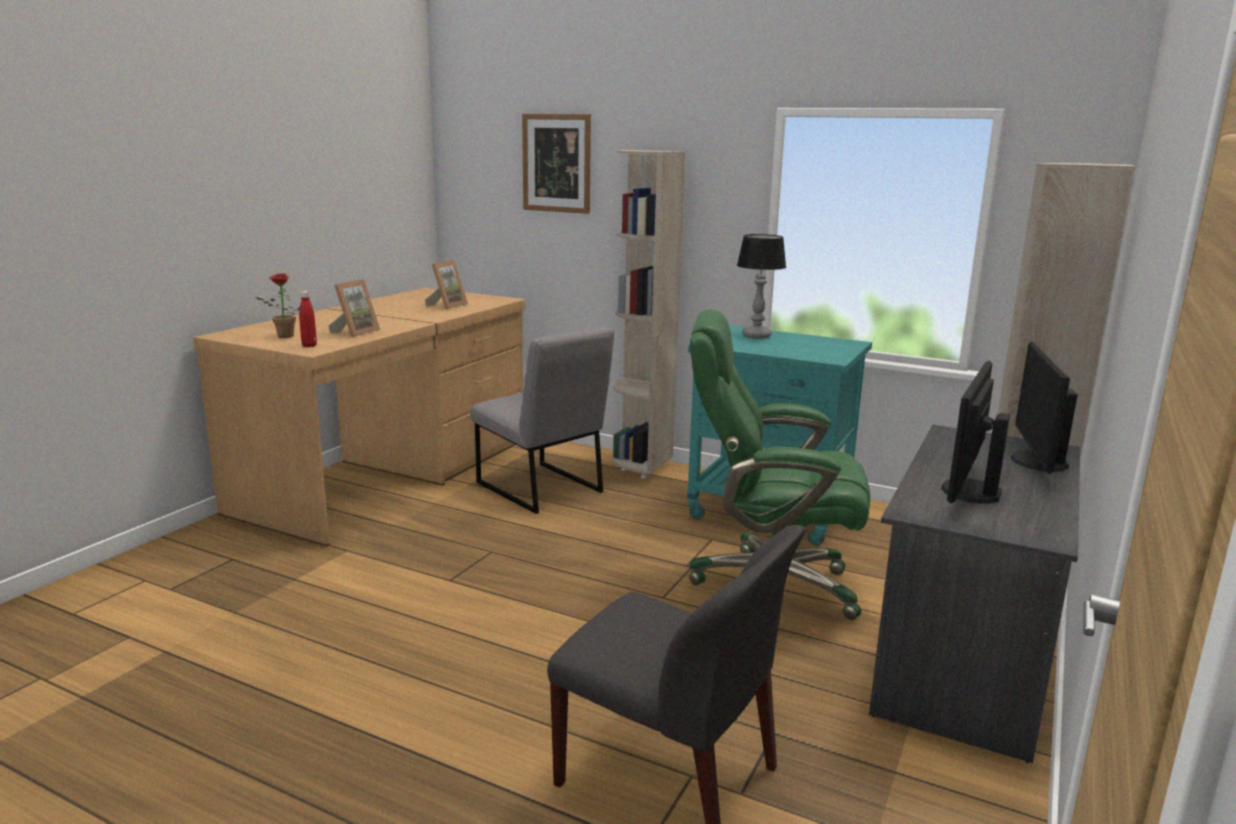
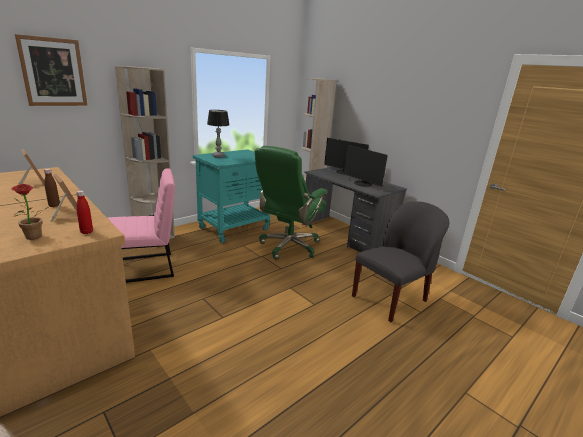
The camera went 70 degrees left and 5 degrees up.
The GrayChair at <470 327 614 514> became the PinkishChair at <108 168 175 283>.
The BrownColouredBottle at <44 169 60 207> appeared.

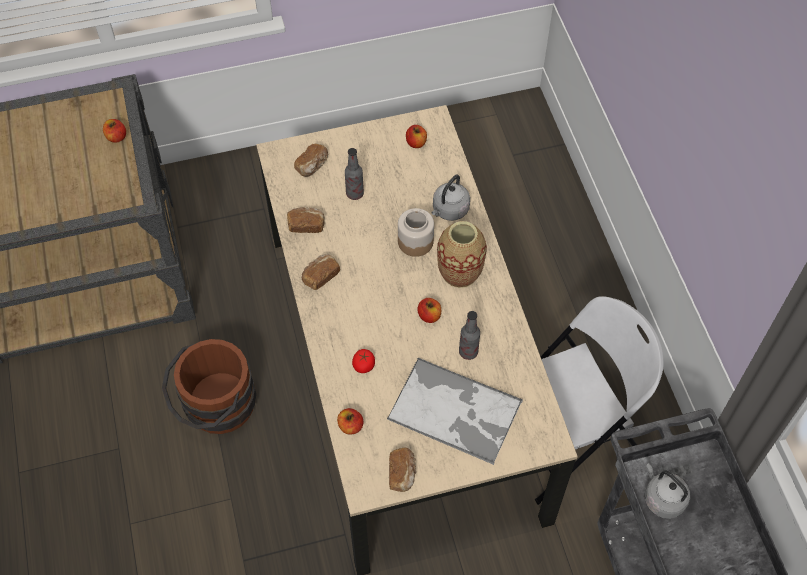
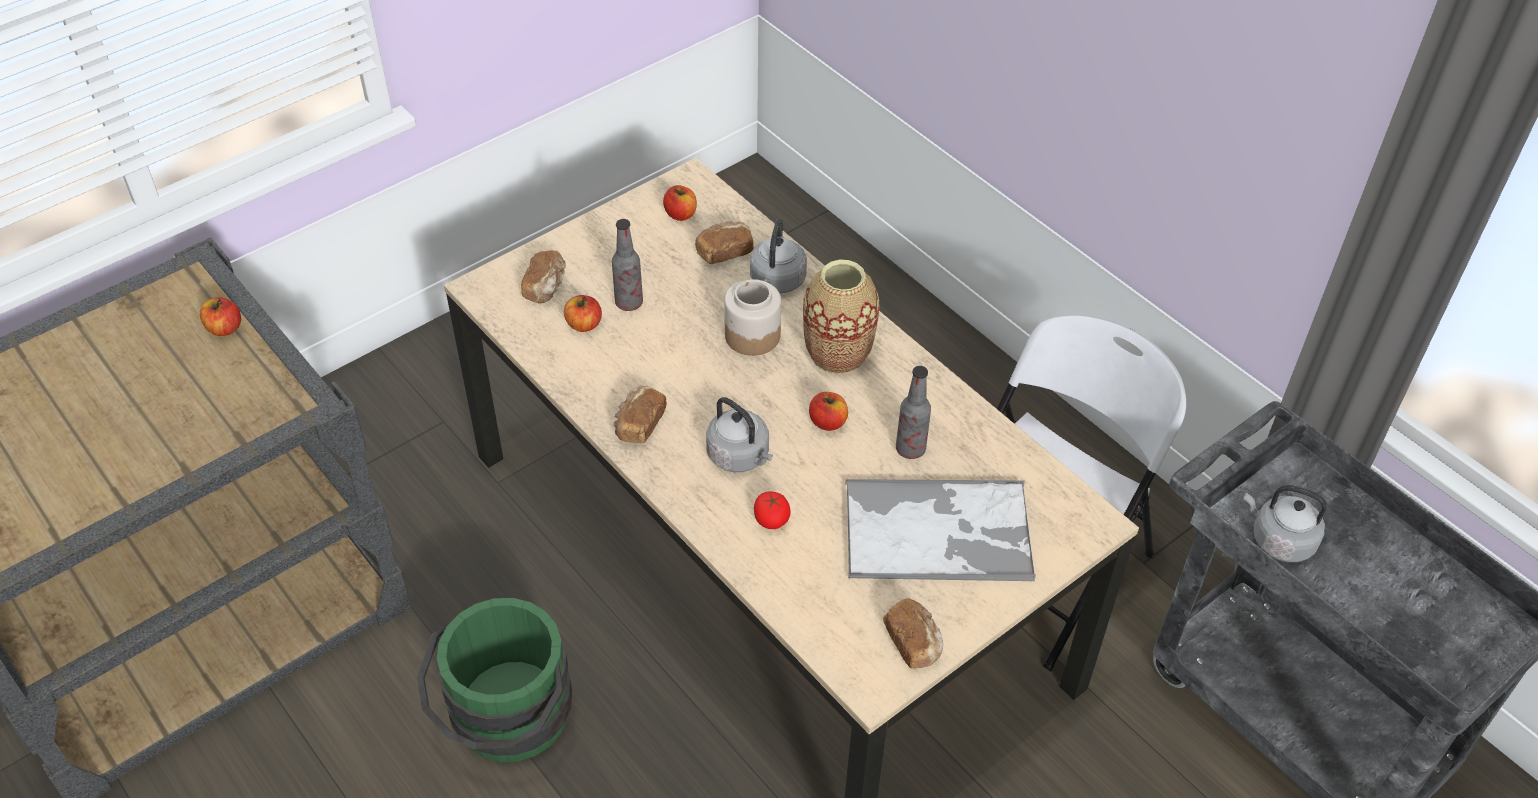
The camera went 25 degrees left and 10 degrees down.
The BrownColouredBucket at <162 339 256 434> became the GreenishBucket at <417 598 572 762>.
The Bread moved from <287 207 325 233> to <695 221 754 264>.
The AppleFruit moved from <337 408 364 435> to <564 295 602 332>.
The GrayWaterKettle at <706 397 773 472> appeared.

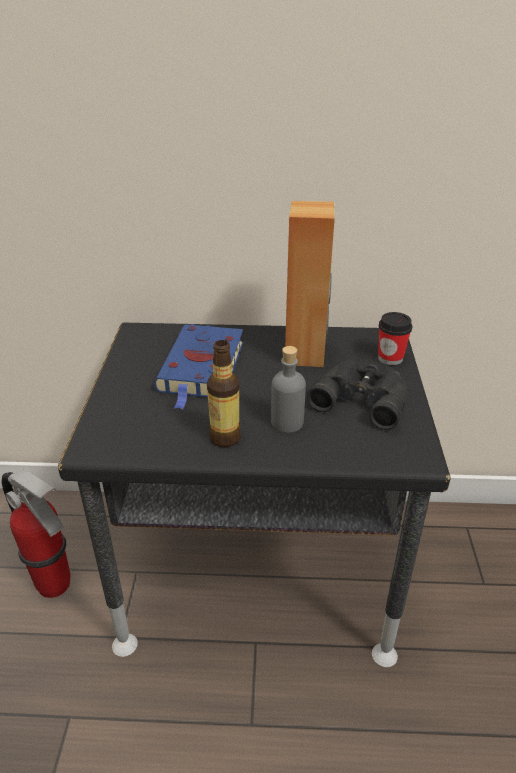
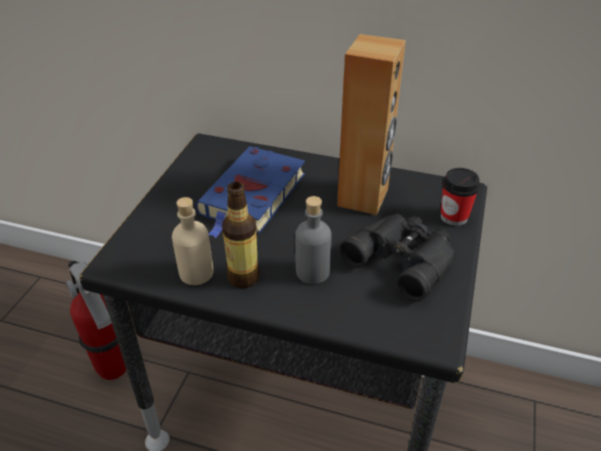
The camera went 15 degrees right and 5 degrees up.
The BeigeColouredBottle at <172 197 214 285> appeared.

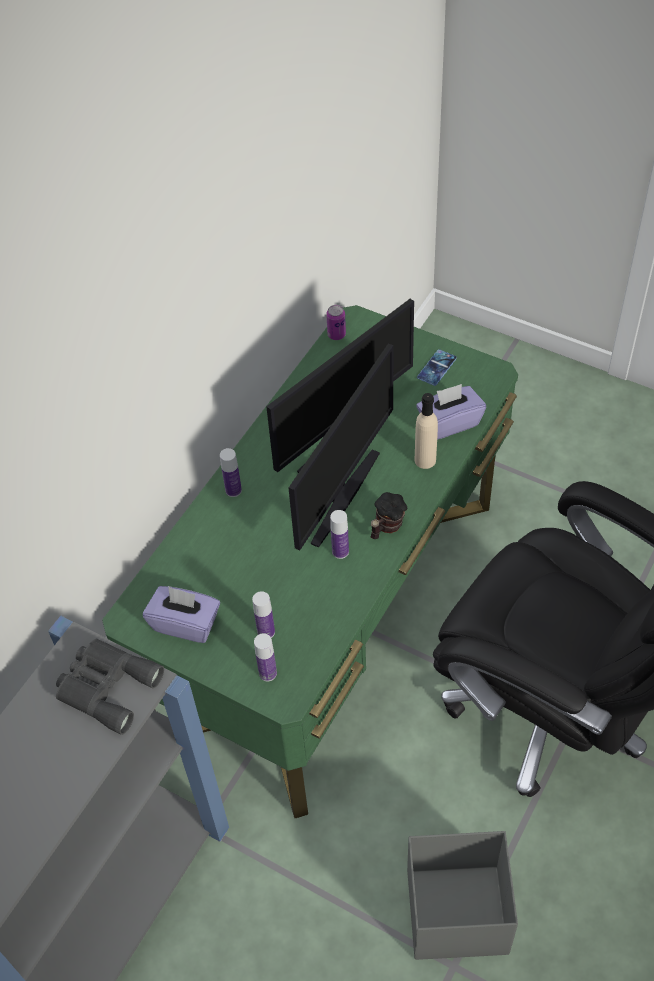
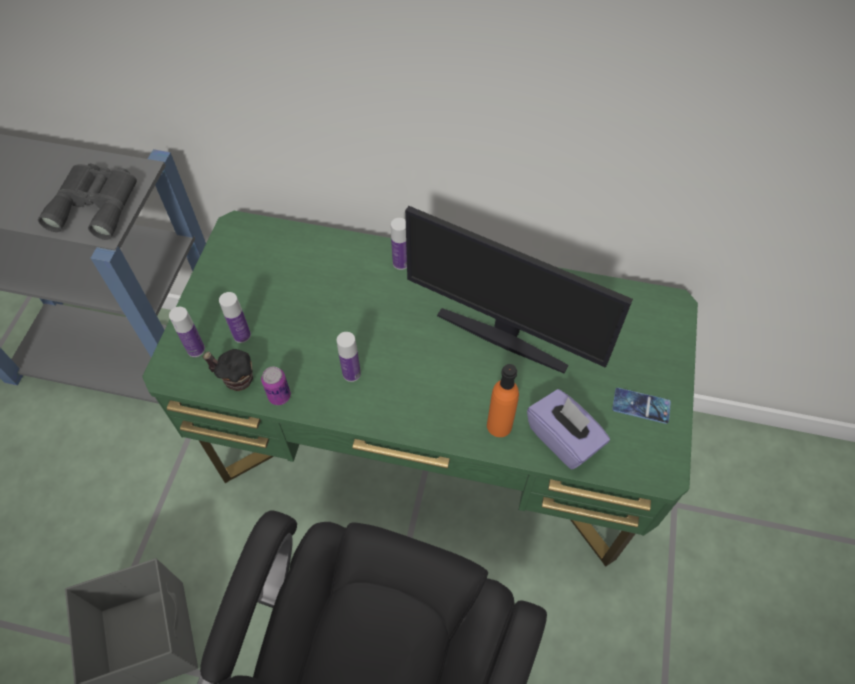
The camera went 70 degrees right and 5 degrees up.
The PurpleTissueHolder at <143 586 220 643> disappeared.
The ComputerDisplay at <289 344 393 551> disappeared.
The SealedCan moved from <326 305 346 340> to <261 367 291 405>.
The TeaMug moved from <371 492 407 539> to <203 349 253 391>.
The BeigeColouredBottle at <415 393 438 469> became the OrangeBottle at <487 364 519 437>.

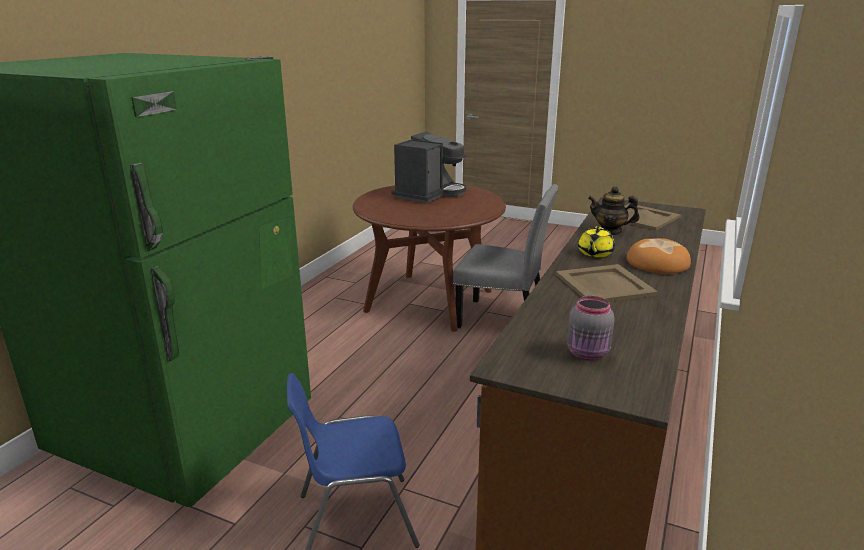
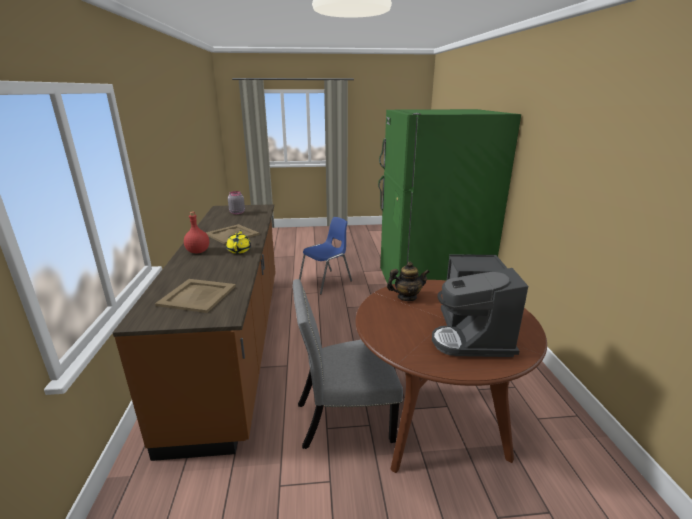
The camera went 150 degrees right and 0 degrees up.
The TeaPot moved from <588 186 639 235> to <387 261 429 301>.
The Bread at <627 238 691 274> was replaced by the RedColouredBottle at <184 212 209 253>.

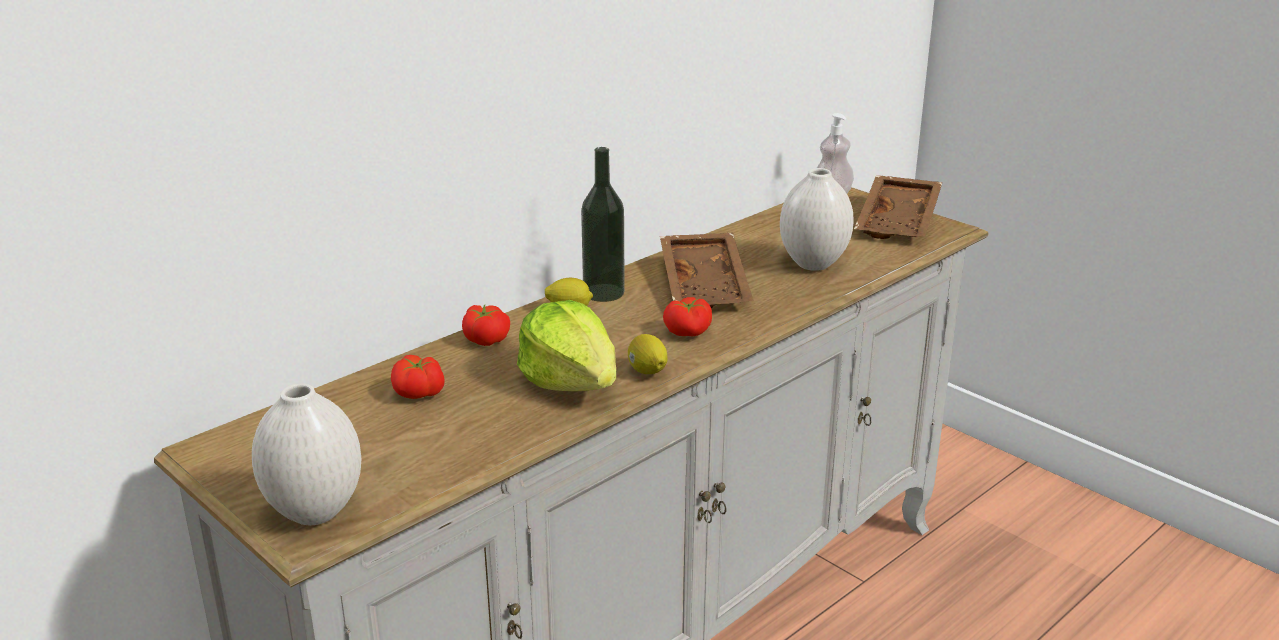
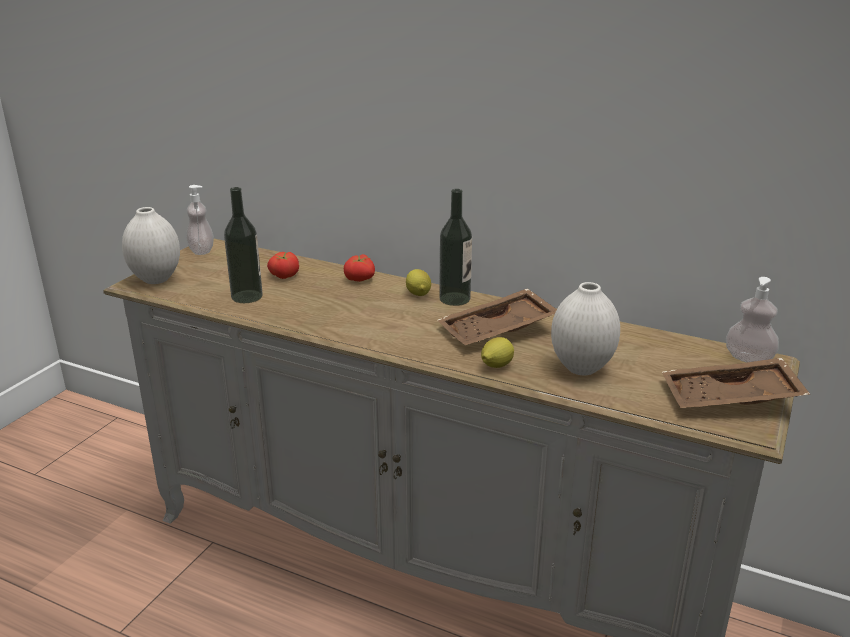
The camera went 70 degrees right and 0 degrees up.
The HeadOfLettuce at <517 300 616 391> disappeared.
The CitrusFruit moved from <628 334 667 374> to <481 337 514 368>.
The Tomato at <663 297 712 337> disappeared.
The LiquidSoapBottle at <186 185 214 255> appeared.
The Bottle at <224 187 263 303> appeared.

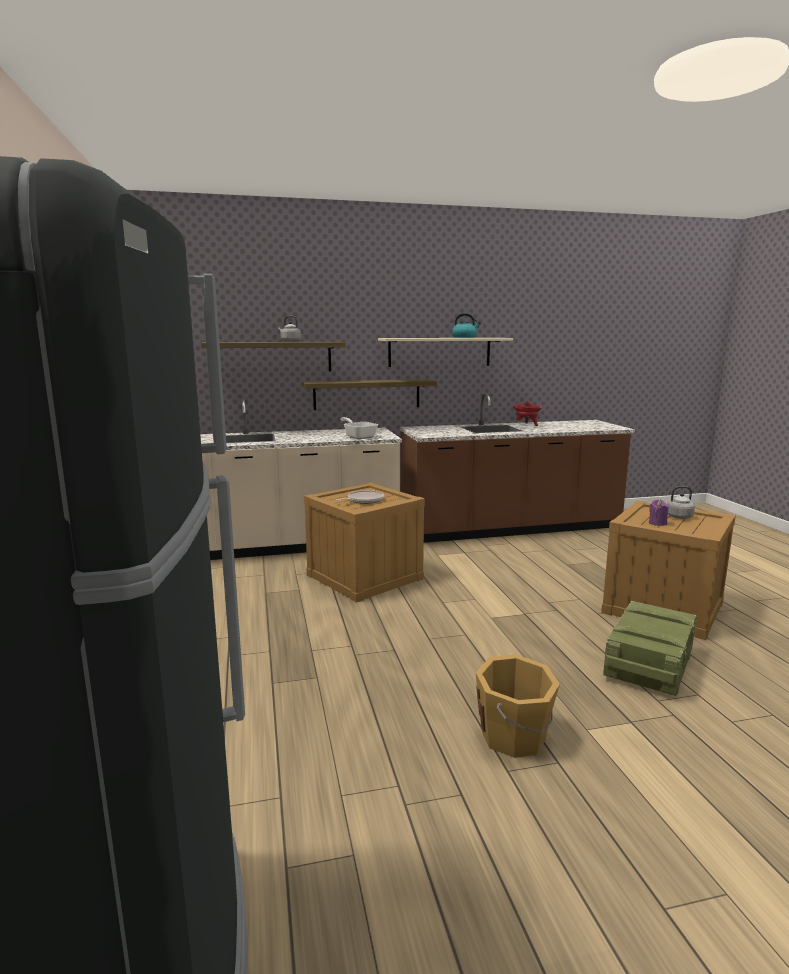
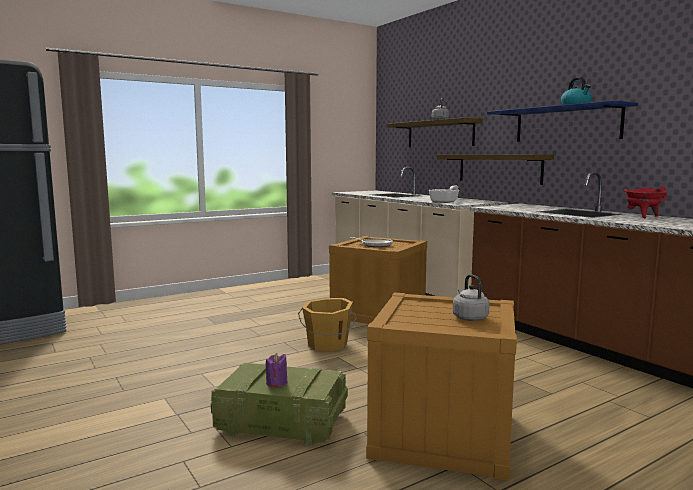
The camera went 70 degrees right and 5 degrees down.
The BeigeColouredShelf at <378 338 513 367> became the BlueColouredShelf at <487 100 638 142>.
The OrangeBucket moved from <476 654 560 758> to <298 298 357 351>.
The PurpleCandle moved from <649 500 669 526> to <265 353 288 387>.

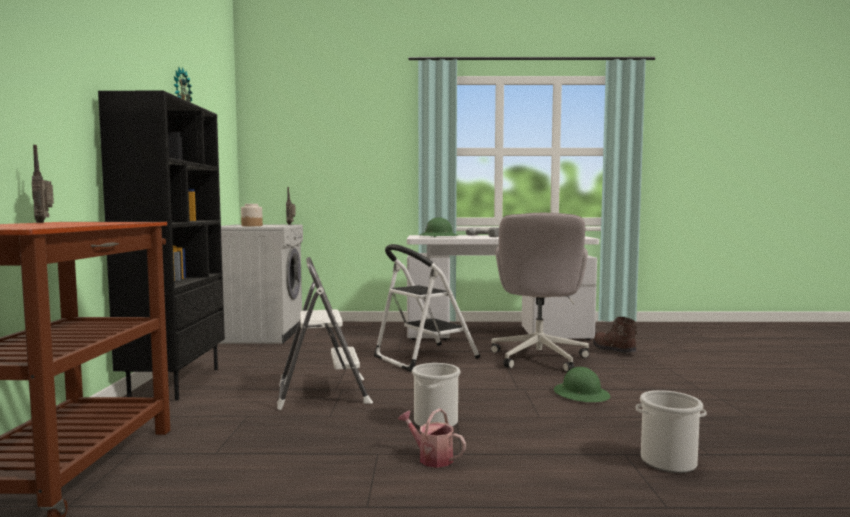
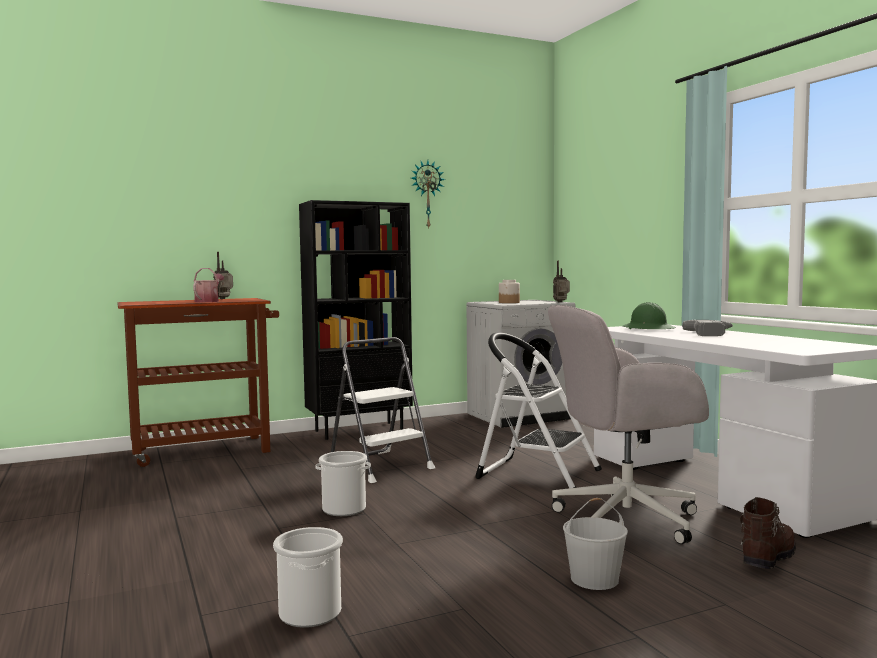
The camera went 65 degrees right and 0 degrees up.
The WateringCan moved from <398 408 466 468> to <193 268 224 302>.
The GreenishWorkHelmet at <554 367 610 402> disappeared.
The WhiteBucket at <563 498 628 590> appeared.

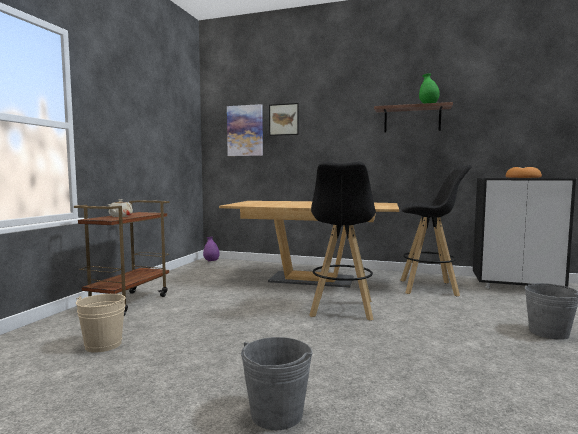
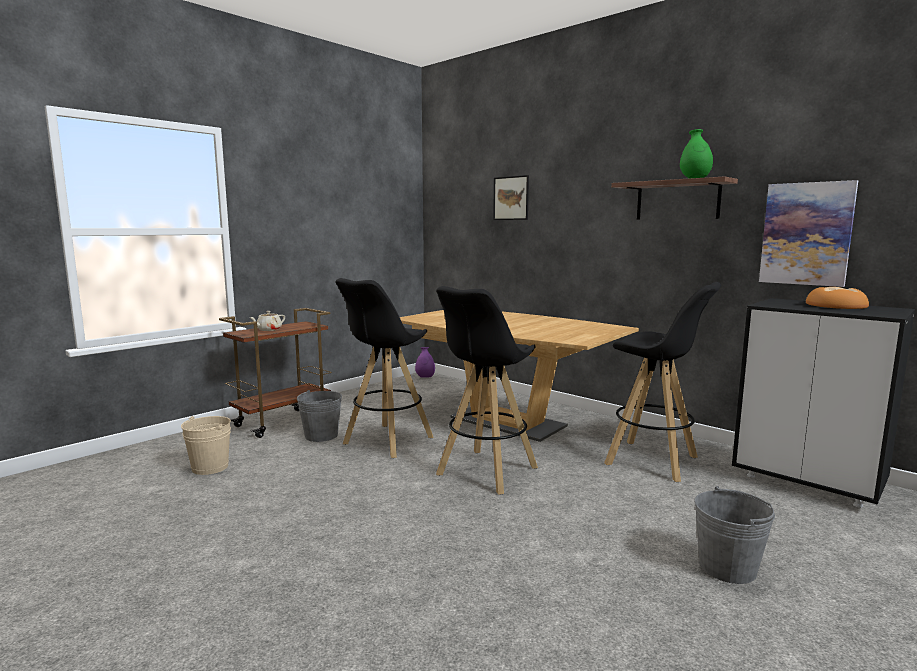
The camera went 25 degrees right and 5 degrees up.
The Picture moved from <227 104 263 156> to <759 180 858 287>.
The GrayBucket moved from <241 337 312 430> to <297 390 342 442>.
The BlackStool at <335 278 434 458> appeared.

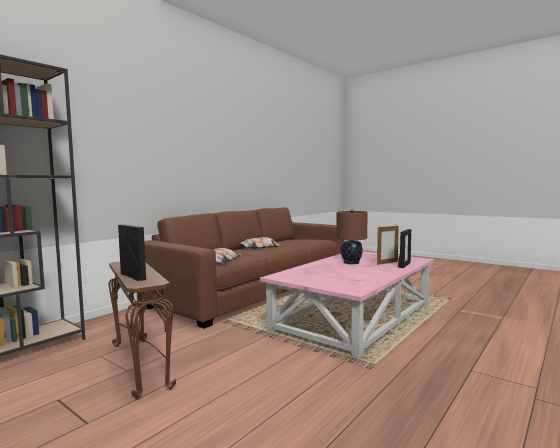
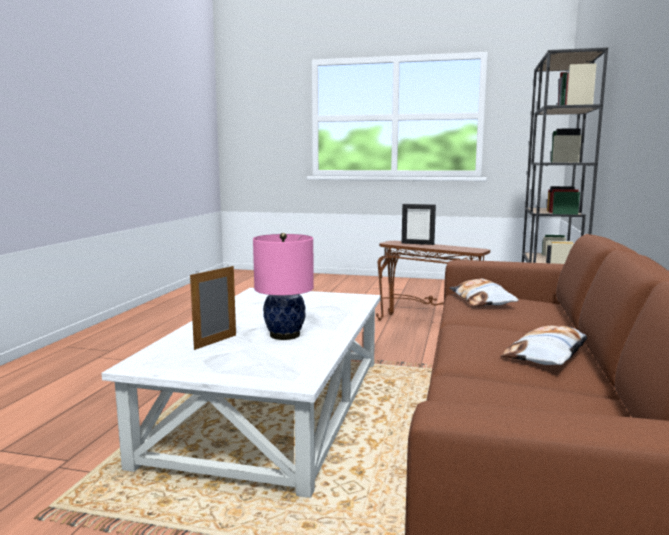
The camera went 155 degrees right and 5 degrees up.
The PinkishLoungeTable at <260 251 434 359> became the WhiteLoungeTable at <101 288 381 498>.
The BrownColouredTabletopLamp at <336 209 368 264> became the PinkishTabletopLamp at <253 233 314 340>.
The PhotoFrame at <398 229 411 268> disappeared.

